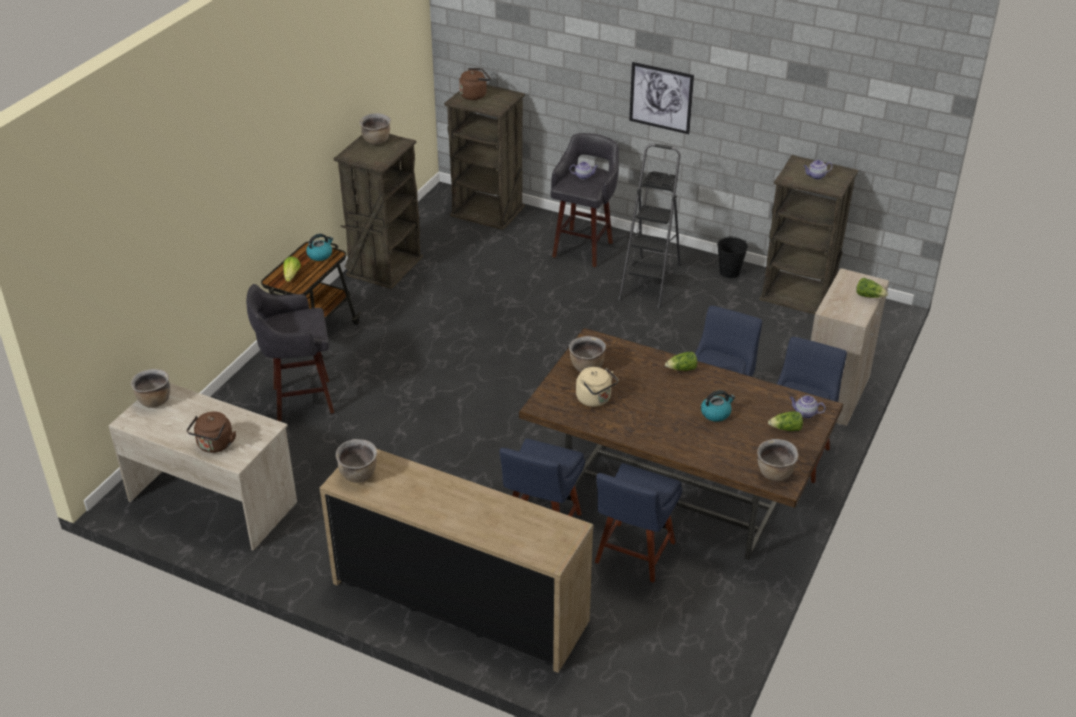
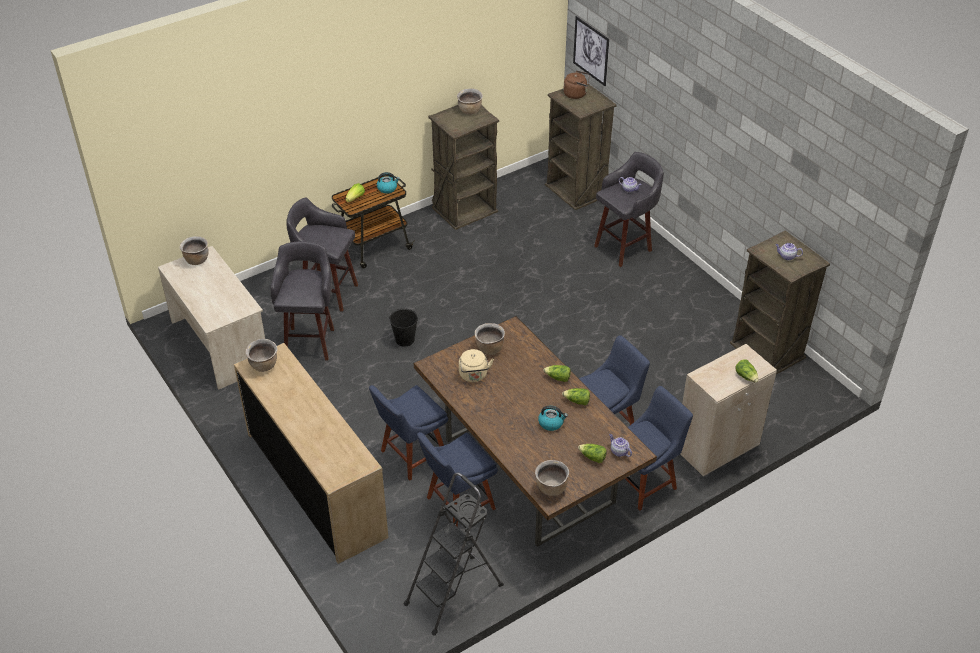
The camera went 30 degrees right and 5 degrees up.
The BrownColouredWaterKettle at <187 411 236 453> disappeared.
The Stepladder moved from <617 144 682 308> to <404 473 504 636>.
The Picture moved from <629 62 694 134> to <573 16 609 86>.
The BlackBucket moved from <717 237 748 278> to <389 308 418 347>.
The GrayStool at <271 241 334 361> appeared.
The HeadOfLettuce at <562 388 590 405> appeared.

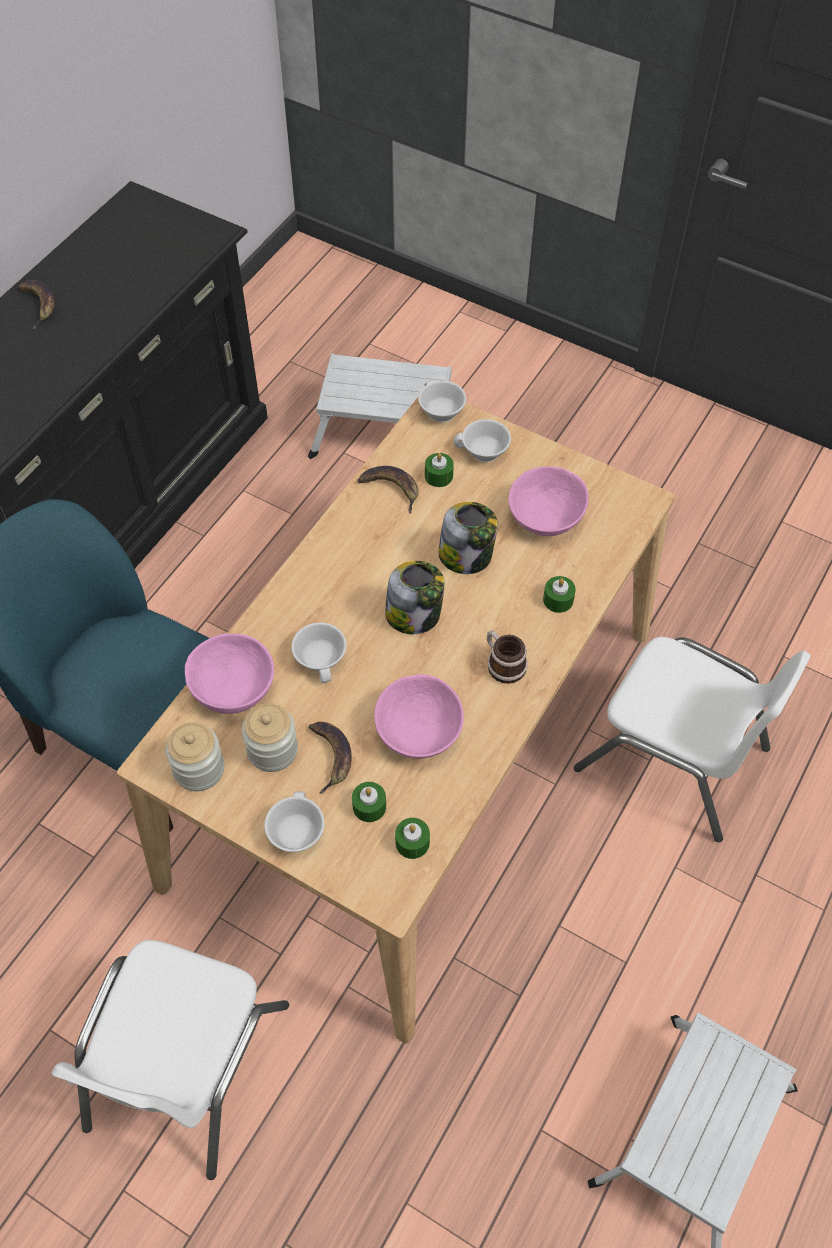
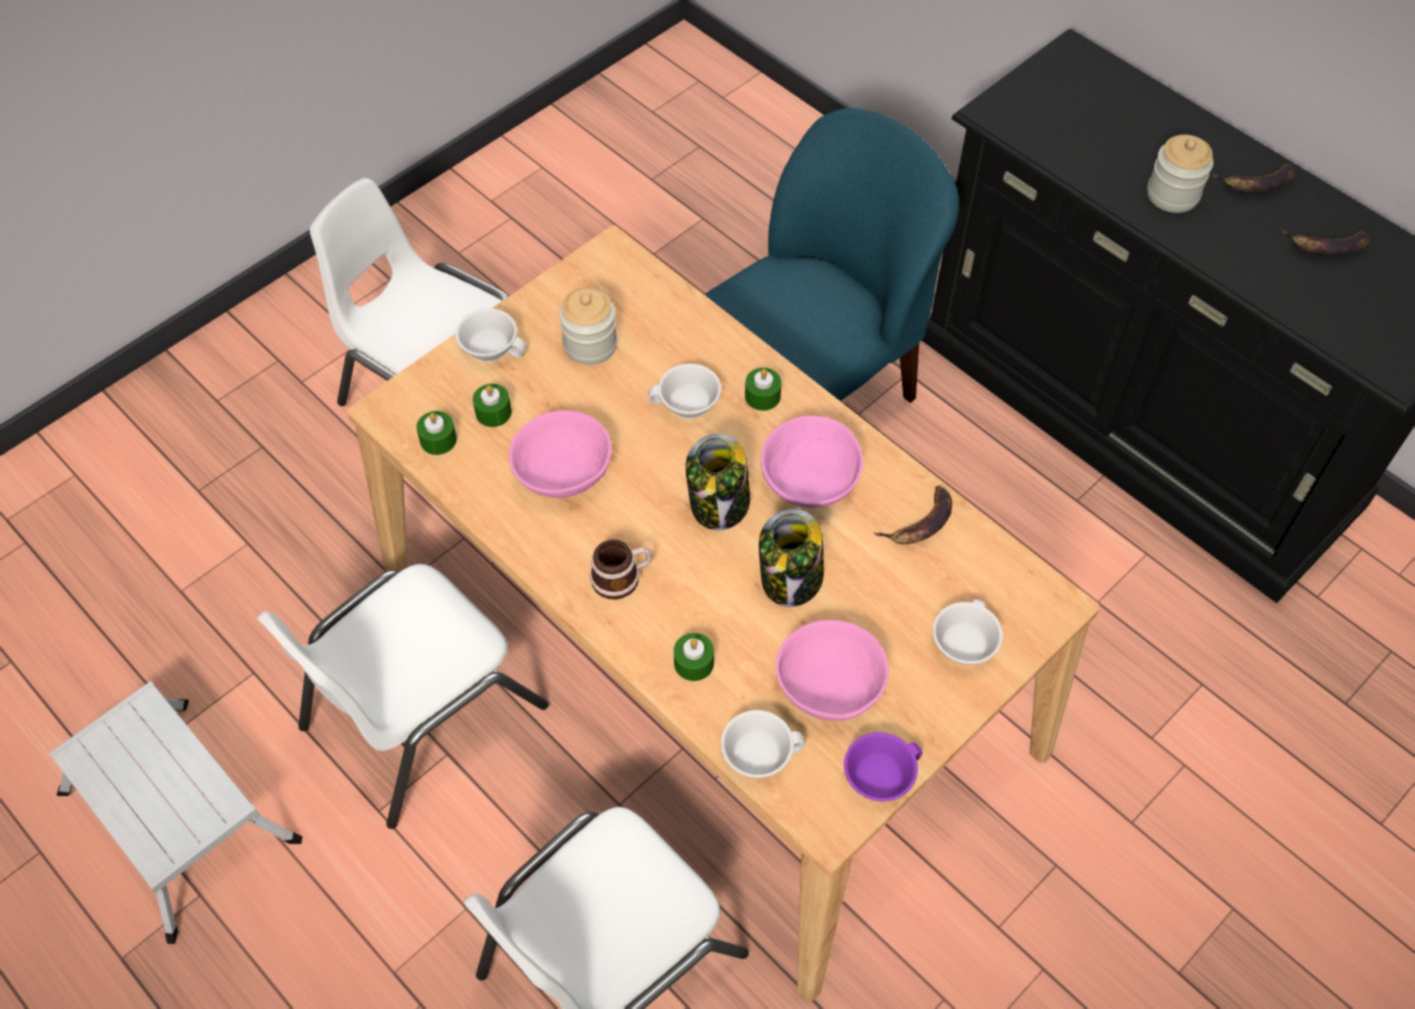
The camera went 105 degrees right and 0 degrees up.
The PreserveJar moved from <166 722 224 791> to <1147 135 1213 213>.
The PinkishDeepDish moved from <185 634 274 714> to <761 416 863 508>.
The WhiteStepladder at <308 353 452 459> disappeared.
The WholeBanana moved from <309 722 352 794> to <1282 229 1369 255>.
The WhiteDrinkingCup moved from <418 380 466 422> to <721 710 805 778>.
The GreenishCandle moved from <425 453 454 487> to <745 368 782 411>.
The WhiteChair at <257 564 548 829> appeared.
The PurpleDrinkingCup at <844 732 923 801> appeared.

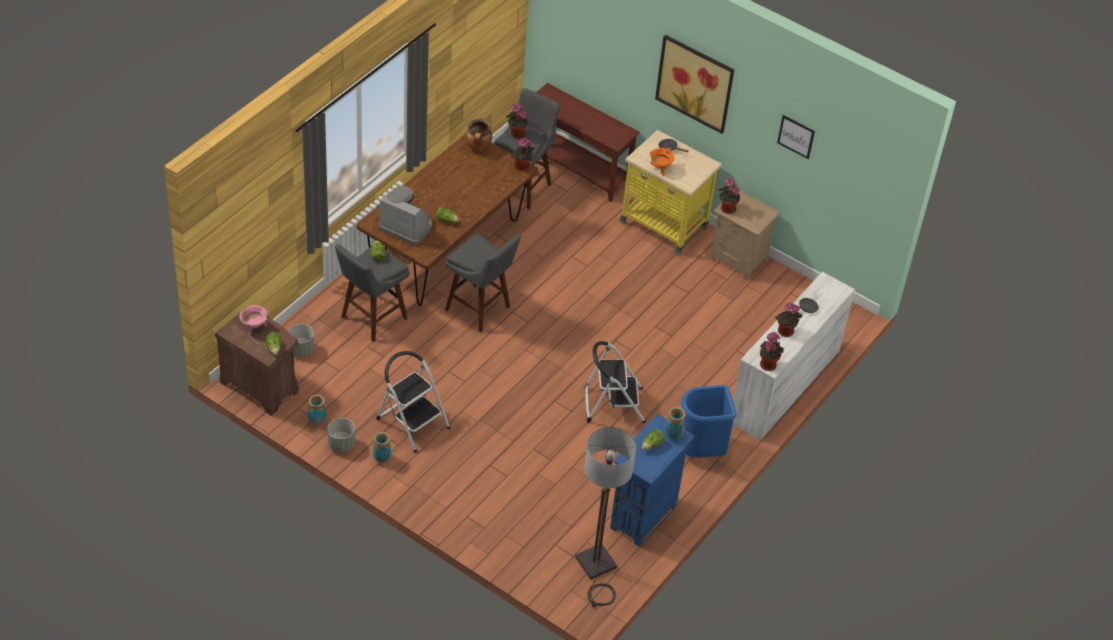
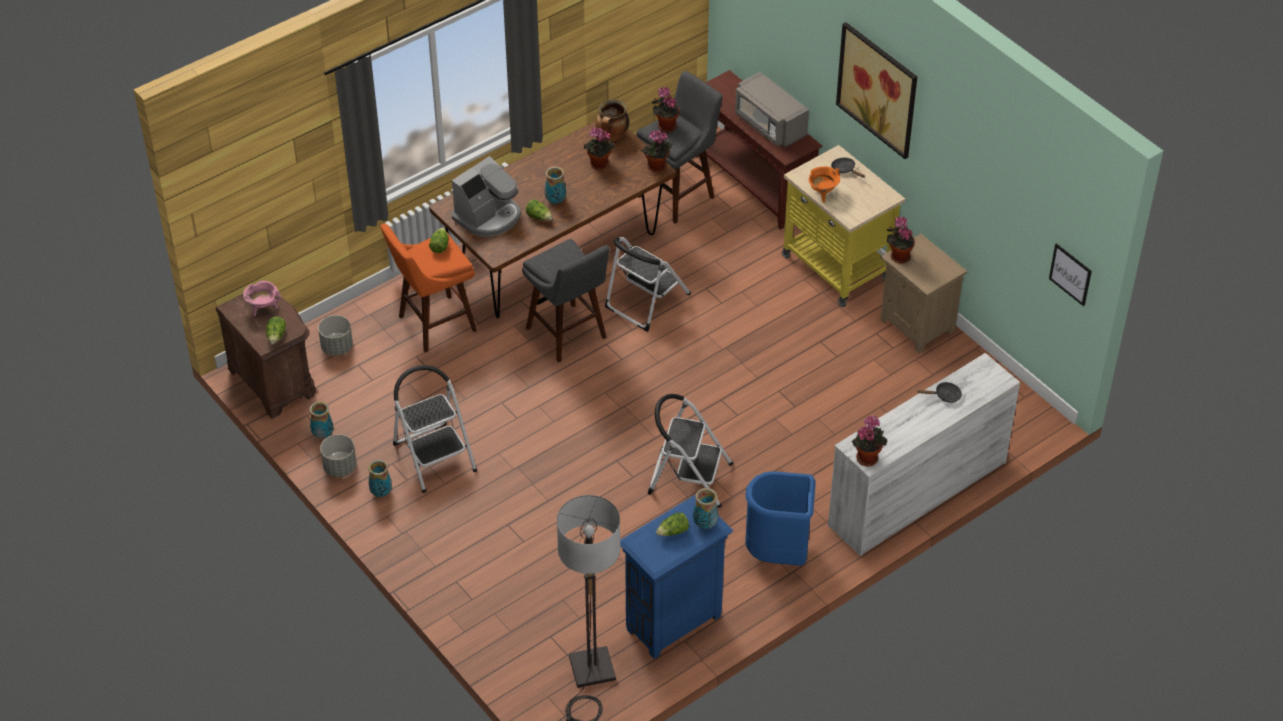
The camera went 20 degrees right and 0 degrees up.
The GrayStool at <335 244 410 342> became the OrangeStool at <380 224 477 353>.
The CoffeeMaker at <379 186 432 245> turned 90 degrees clockwise.
The PottedPlant moved from <775 303 803 337> to <584 127 615 170>.
The Picture moved from <777 115 815 159> to <1049 243 1092 306>.
The DecorativeVase at <544 166 566 204> appeared.
The Stepladder at <605 237 691 332> appeared.
The GrayKitchenMicrowave at <735 72 809 148> appeared.

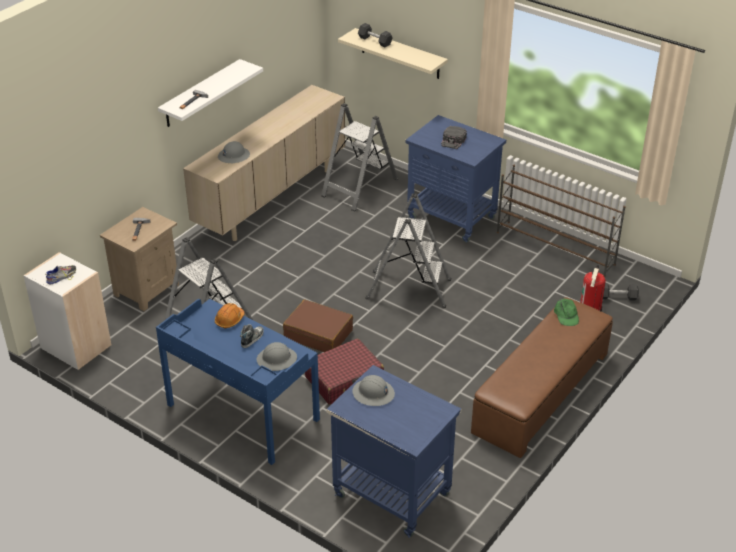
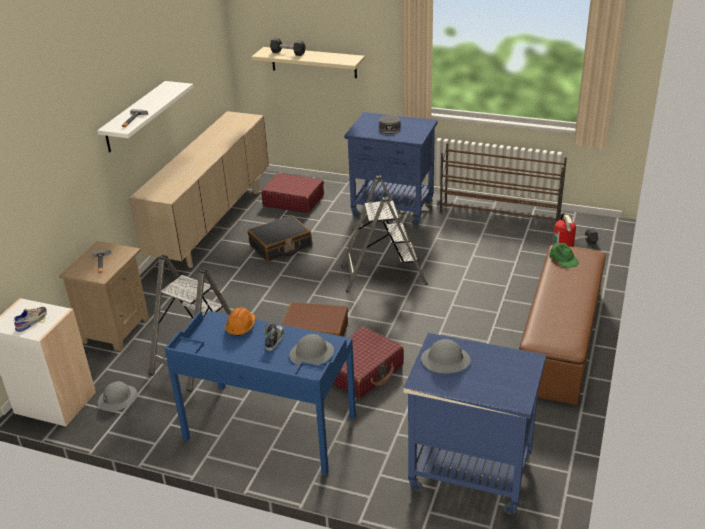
The camera went 15 degrees left and 5 degrees down.
The GrayWorkHelmet moved from <218 141 250 163> to <98 381 137 411>.
The GrayStepladder at <321 103 398 212> was replaced by the RedColouredPieceOfLuggage at <261 173 324 213>.
The BlackPieceOfLuggage at <248 215 312 262> appeared.

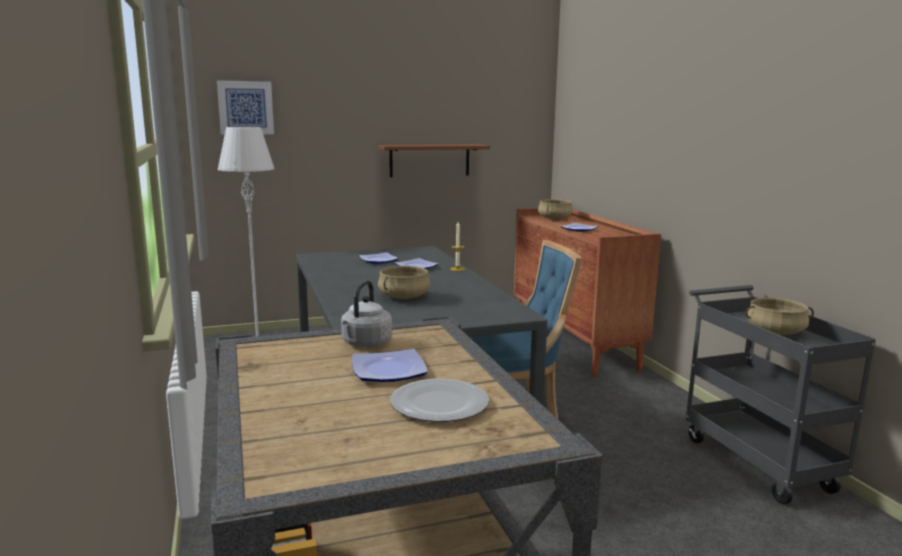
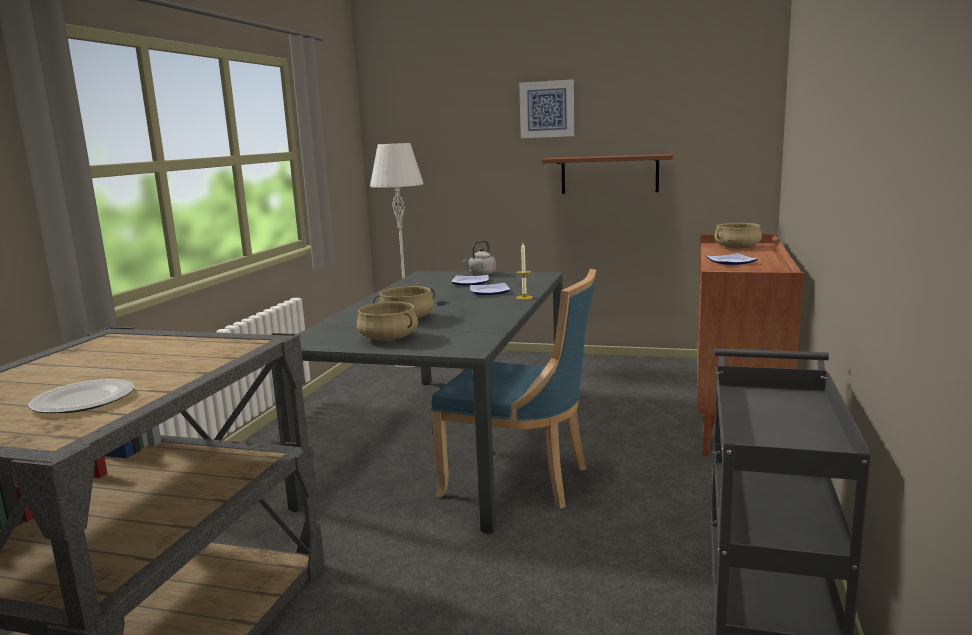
The camera went 35 degrees right and 0 degrees up.
The Picture moved from <217 80 274 134> to <519 79 574 138>.
The GrayWaterKettle moved from <341 280 392 347> to <463 240 496 275>.
The FlatDish at <352 349 428 382> disappeared.
The BeigeColouredStockpot moved from <746 298 814 335> to <357 302 418 341>.

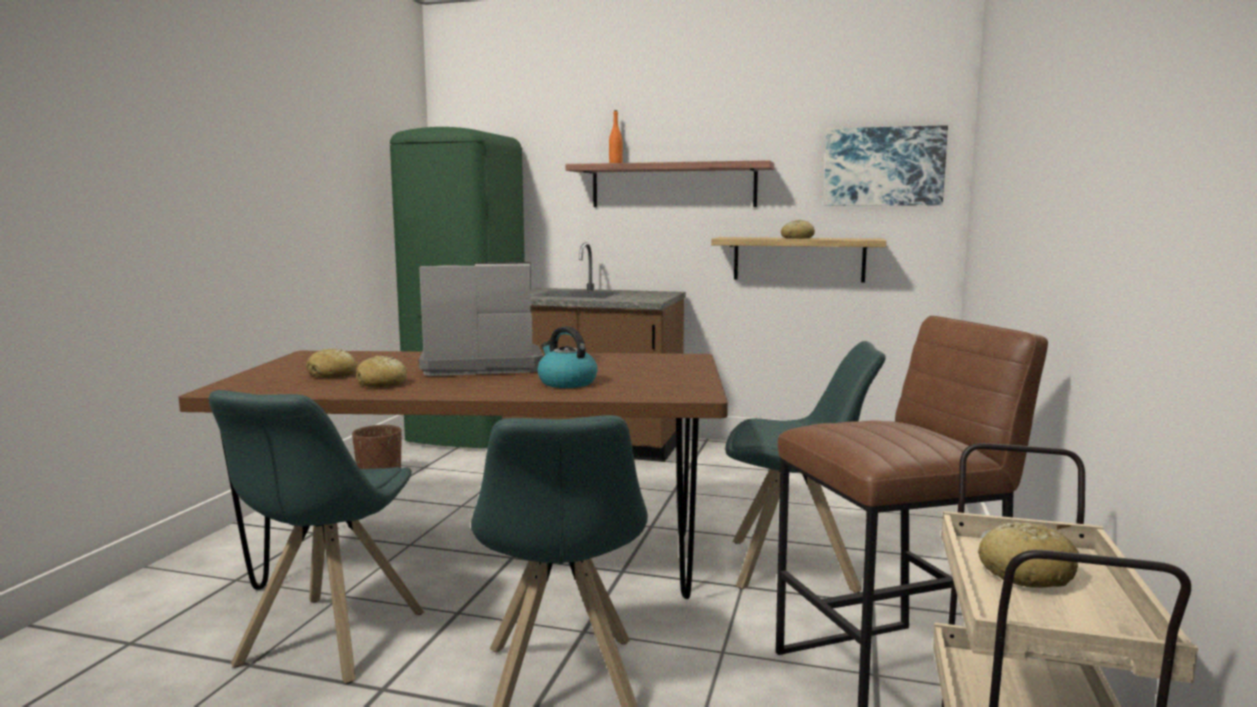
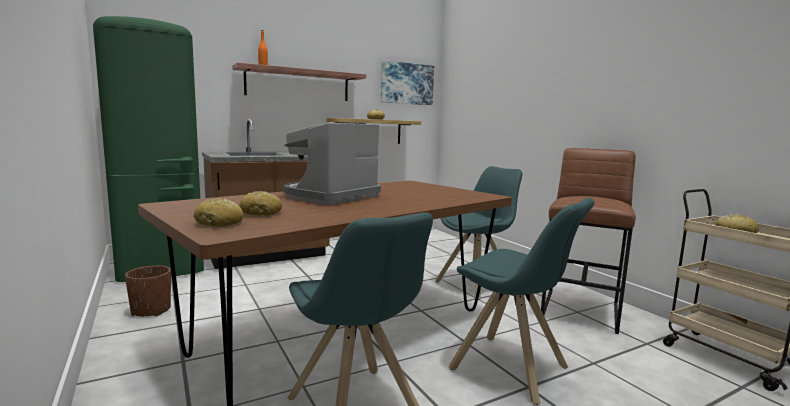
The camera went 45 degrees left and 0 degrees up.
The Bread moved from <357 356 407 388> to <194 198 243 227>.
The WaterKettle at <538 326 598 388> disappeared.

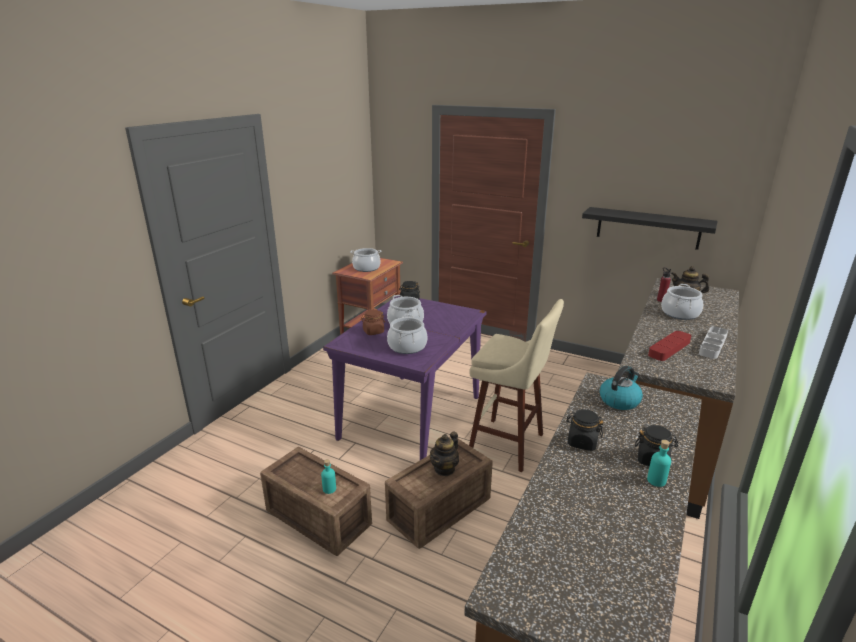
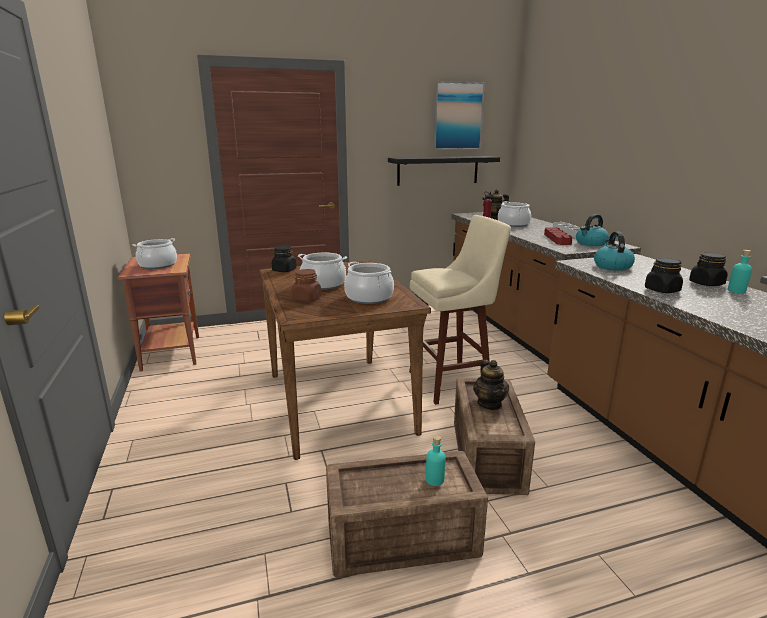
The camera went 45 degrees left and 5 degrees down.
The PurpleKitchenTable at <323 294 487 460> became the BrownColouredKitchenTable at <260 260 431 460>.
The Picture at <433 81 485 150> appeared.
The WaterKettle at <576 214 609 246> appeared.

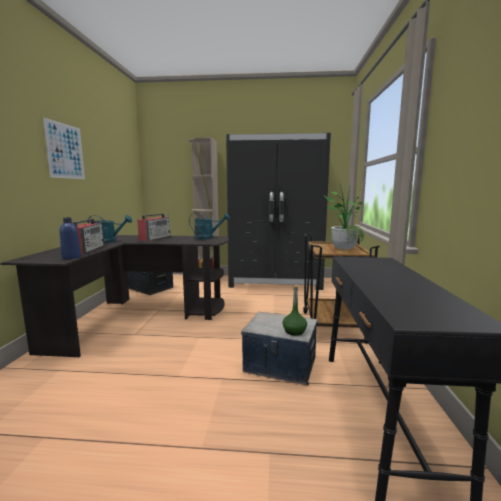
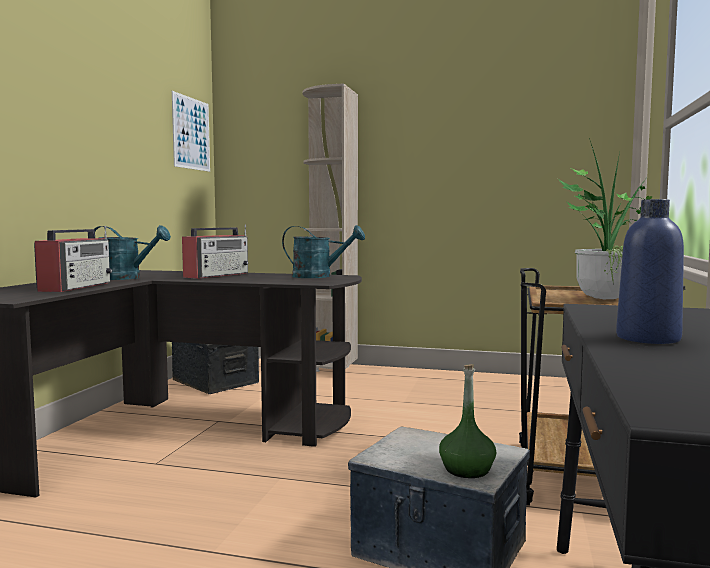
The camera went 10 degrees right and 5 degrees down.
The Picture moved from <43 117 85 179> to <172 91 210 172>.
The BlueColouredBottle moved from <59 217 81 259> to <616 199 684 344>.
The BlackCabinet at <226 133 331 290> disappeared.

